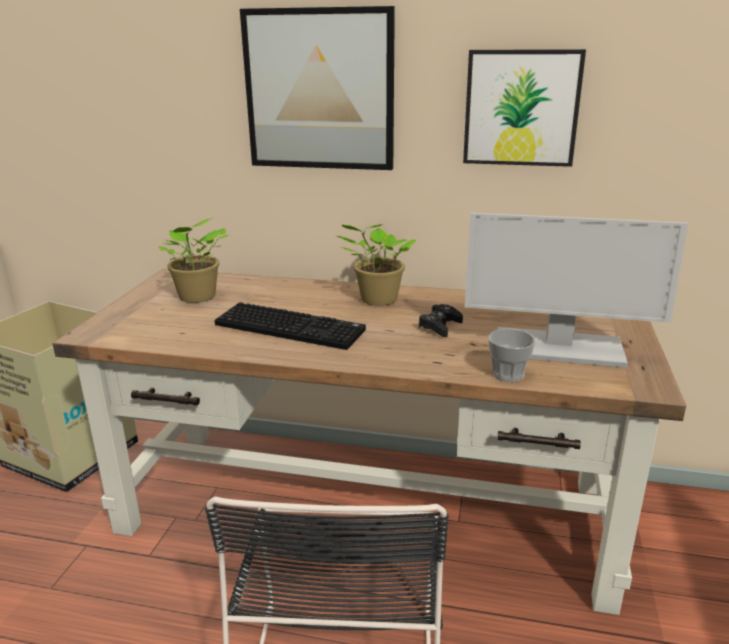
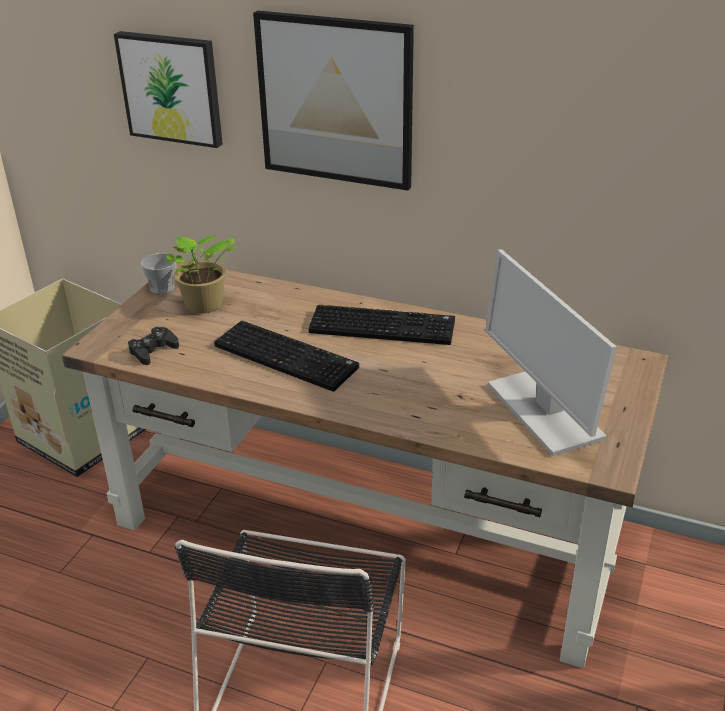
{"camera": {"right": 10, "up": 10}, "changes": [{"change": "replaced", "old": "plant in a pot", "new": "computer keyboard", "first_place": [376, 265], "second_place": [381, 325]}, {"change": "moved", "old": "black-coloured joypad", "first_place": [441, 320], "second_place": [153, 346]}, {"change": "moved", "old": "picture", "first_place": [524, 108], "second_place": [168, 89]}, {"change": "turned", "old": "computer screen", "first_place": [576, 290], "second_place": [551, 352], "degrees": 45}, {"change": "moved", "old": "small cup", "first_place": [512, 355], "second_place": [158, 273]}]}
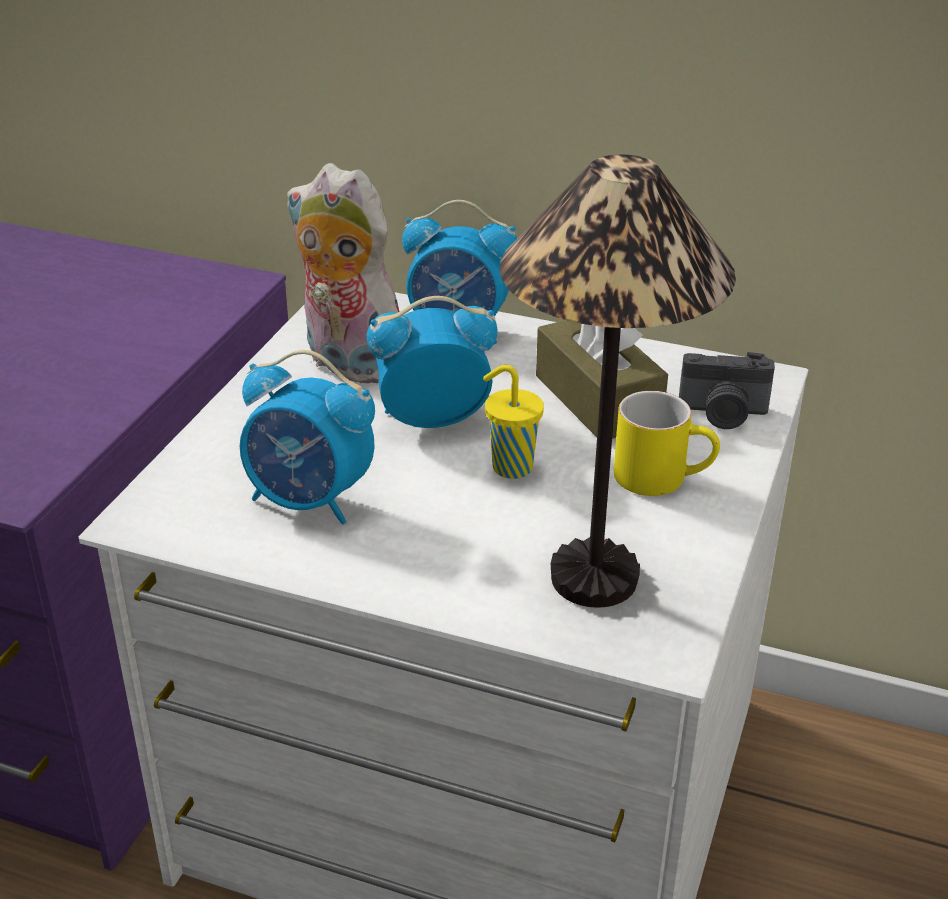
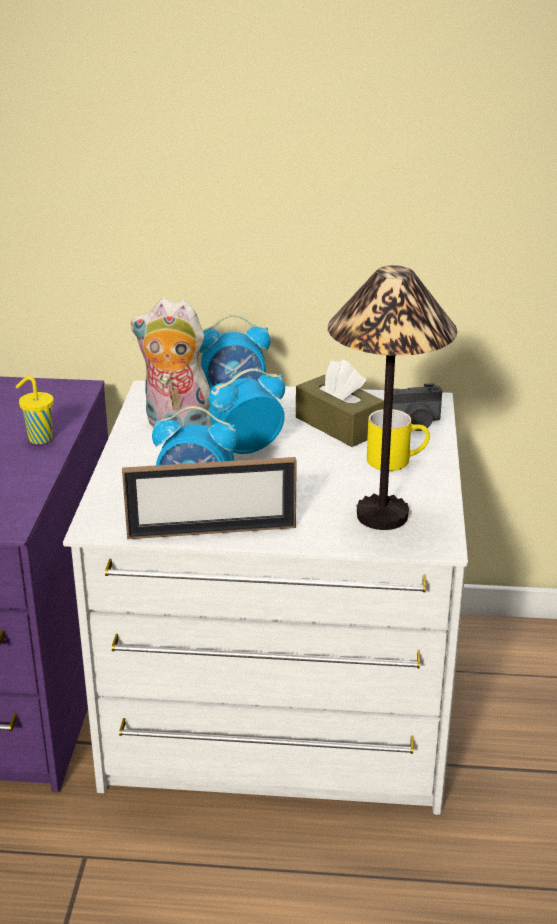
{"camera": {"right": -15, "up": -5}, "changes": [{"change": "moved", "old": "yellow small cup", "first_place": [513, 422], "second_place": [35, 410]}, {"change": "added", "new": "picture frame", "second_place": [209, 498]}]}
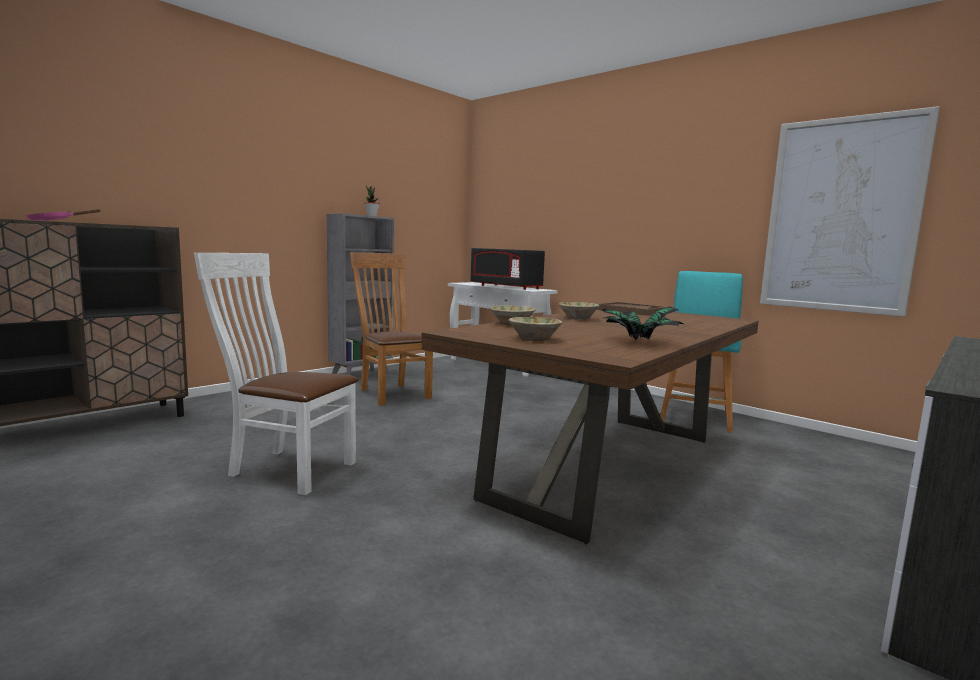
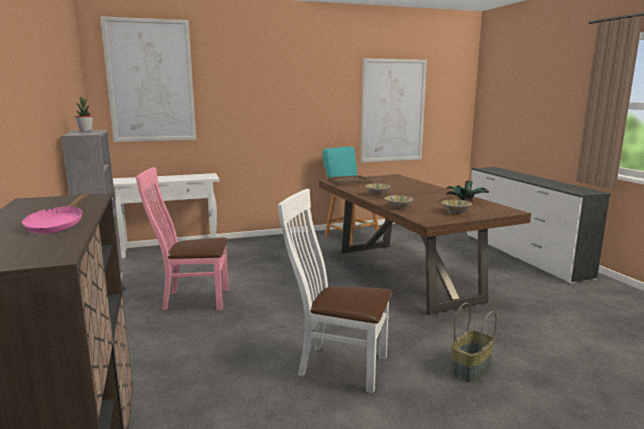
{"camera": {"right": -60, "up": 5}, "changes": [{"change": "turned", "old": "whitish plain chair", "first_place": [276, 374], "second_place": [335, 291], "degrees": 60}, {"change": "recoloured", "old": "brown-coloured plain chair", "new": "pink plain chair", "first_place": [391, 329], "second_place": [182, 238]}, {"change": "removed", "old": "black-coloured microwave oven", "first_place": [508, 269]}, {"change": "added", "new": "picture", "second_place": [148, 79]}, {"change": "added", "new": "storage basket", "second_place": [473, 342]}]}
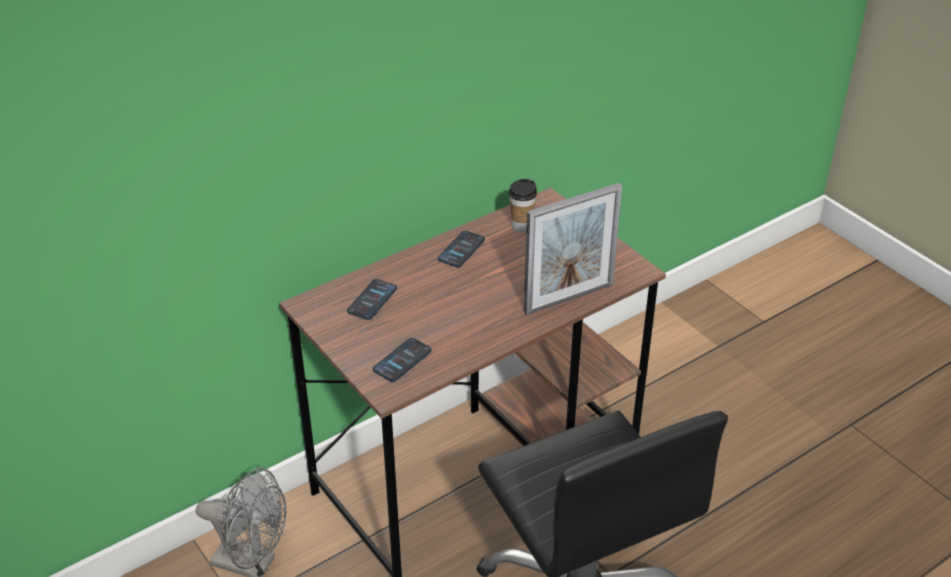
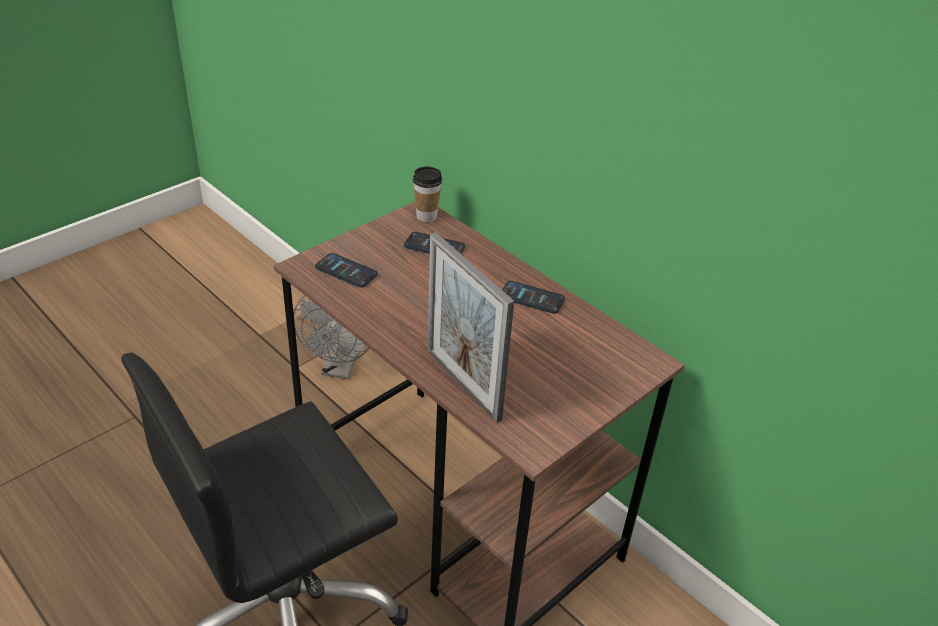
{"camera": {"right": 80, "up": 0}, "changes": [{"change": "moved", "old": "small cup", "first_place": [523, 205], "second_place": [427, 194]}]}
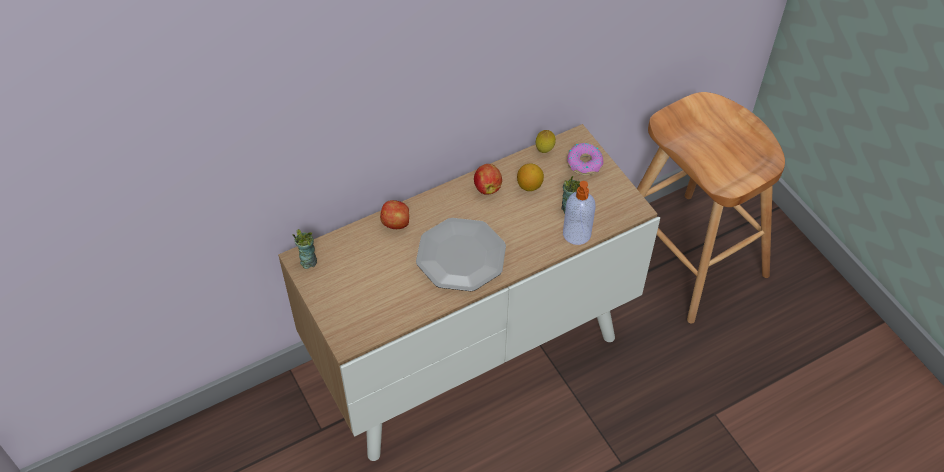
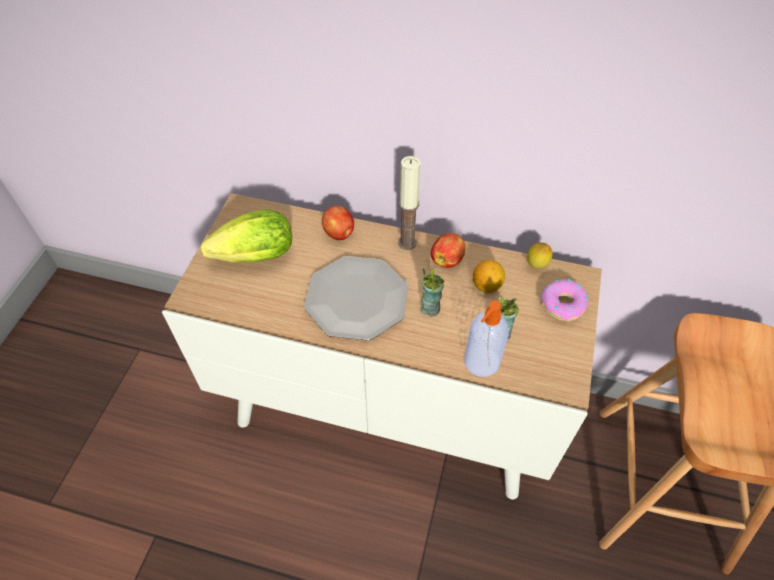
{"camera": {"right": 45, "up": 0}, "changes": [{"change": "moved", "old": "small cup", "first_place": [304, 249], "second_place": [433, 292]}, {"change": "added", "new": "lettuce", "second_place": [246, 236]}, {"change": "added", "new": "wax light", "second_place": [409, 203]}]}
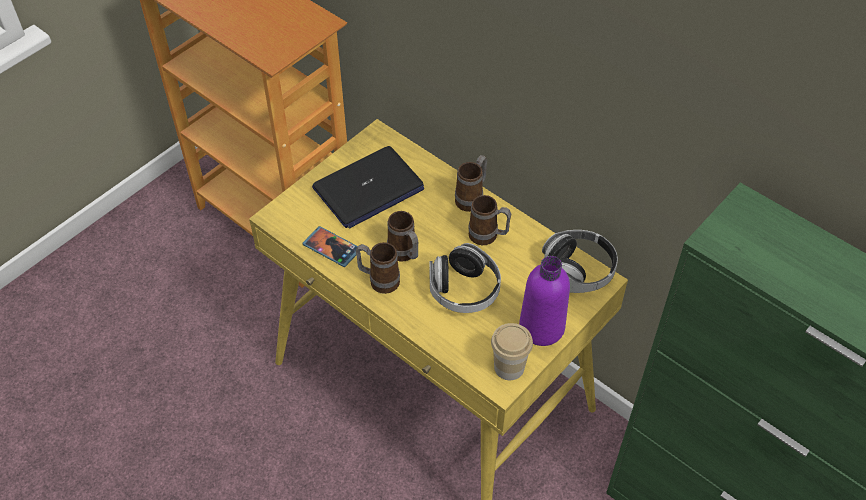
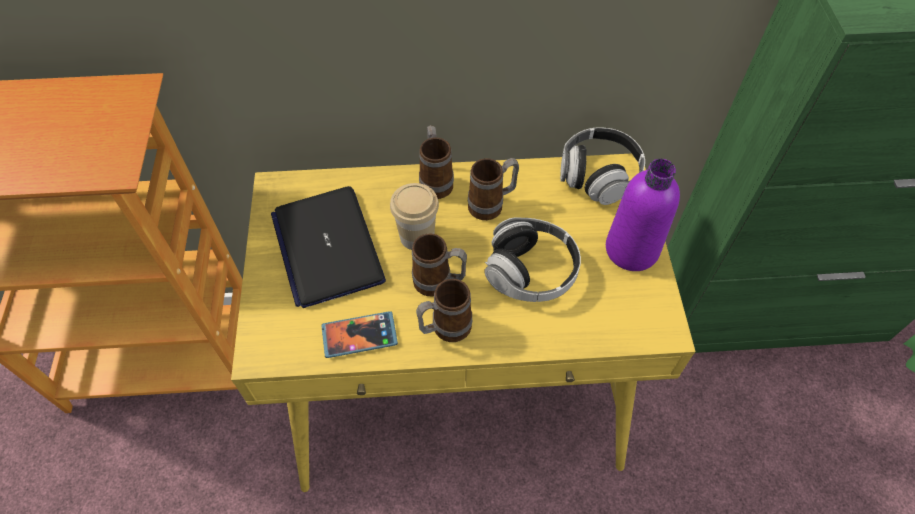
{"camera": {"right": -45, "up": 5}, "changes": [{"change": "turned", "old": "notebook computer", "first_place": [368, 187], "second_place": [328, 247], "degrees": 150}, {"change": "moved", "old": "small cup", "first_place": [512, 351], "second_place": [414, 216]}]}
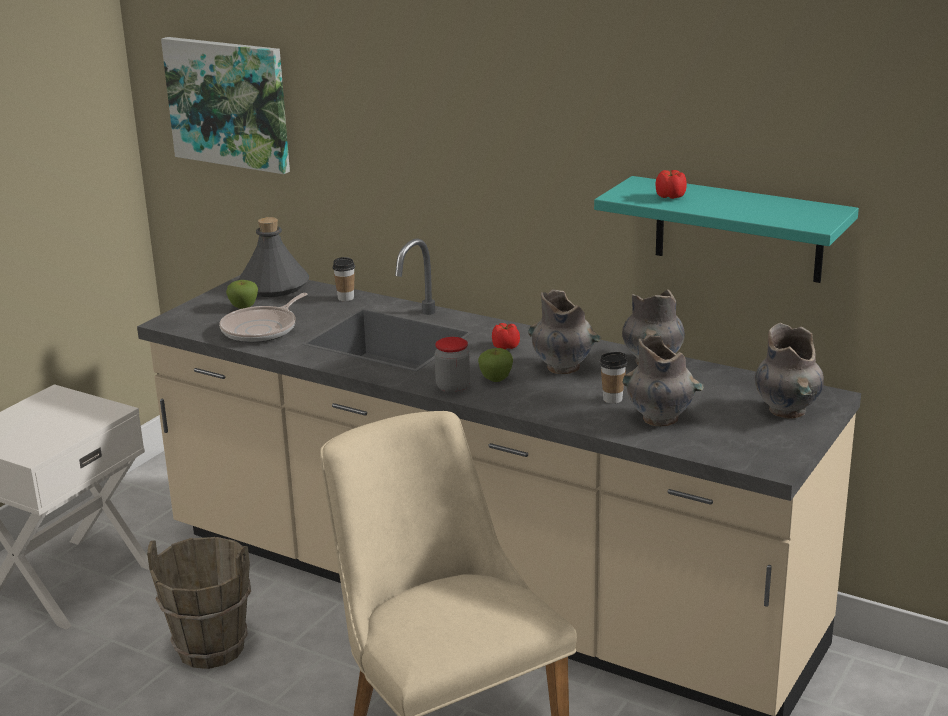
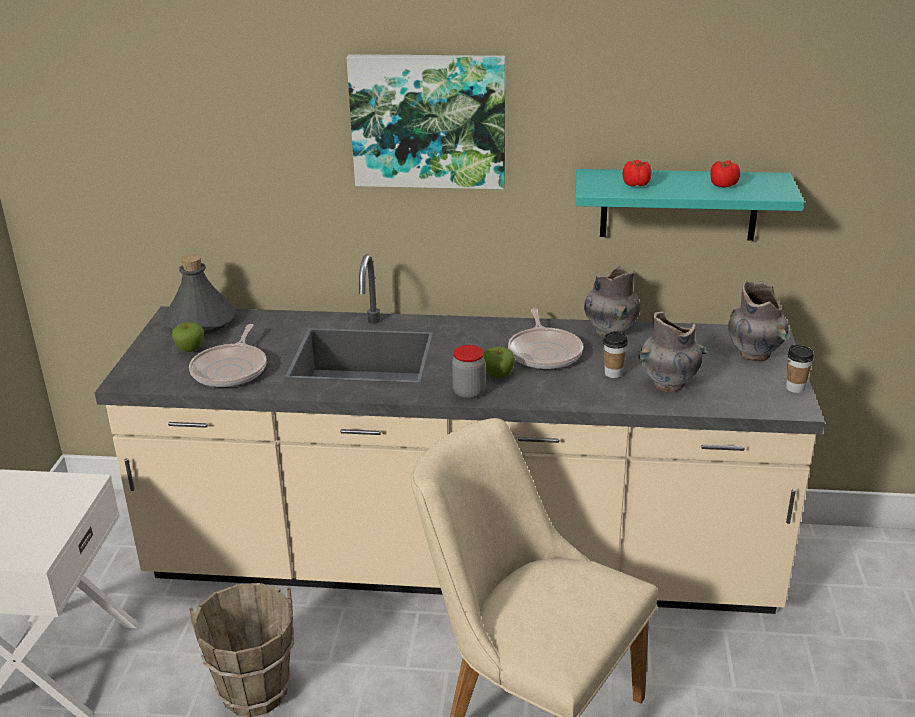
{"camera": {"right": -25, "up": 5}, "changes": [{"change": "moved", "old": "picture", "first_place": [225, 105], "second_place": [426, 121]}, {"change": "moved", "old": "small cup", "first_place": [344, 279], "second_place": [800, 368]}, {"change": "moved", "old": "whole tomato", "first_place": [506, 336], "second_place": [725, 174]}, {"change": "replaced", "old": "grey flower vase", "new": "pan", "first_place": [564, 331], "second_place": [545, 338]}]}
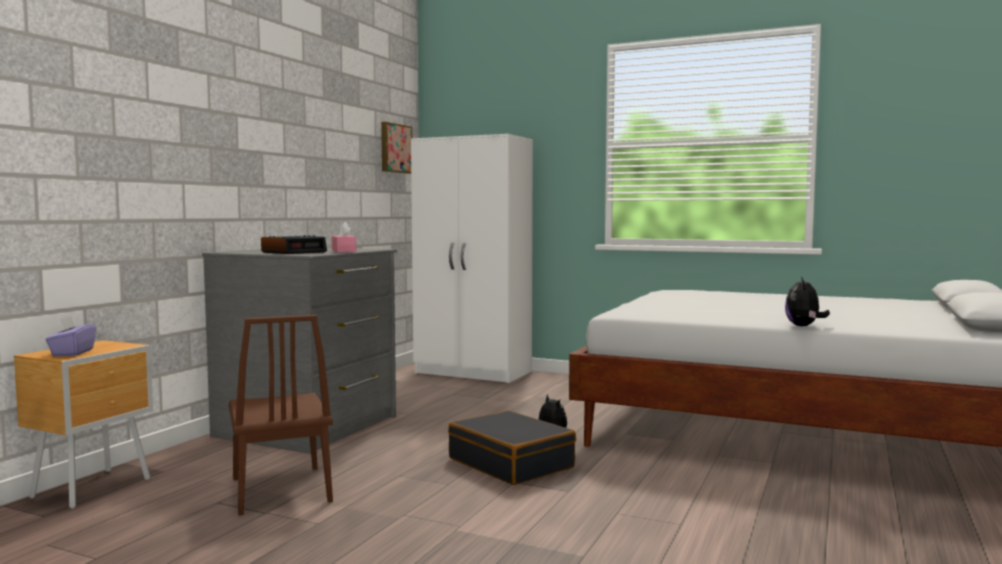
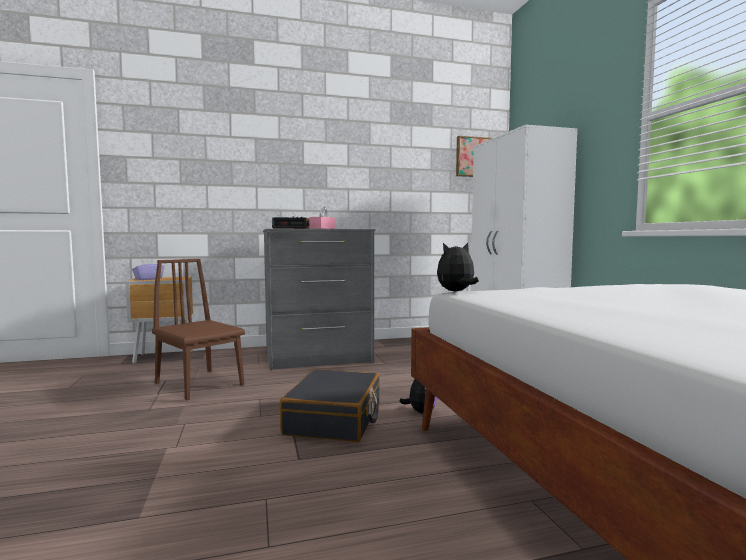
{"camera": {"right": 50, "up": 0}, "changes": [{"change": "turned", "old": "brown-coloured plain chair", "first_place": [281, 415], "second_place": [198, 329], "degrees": 105}, {"change": "moved", "old": "cuddly toy", "first_place": [807, 301], "second_place": [458, 267]}]}
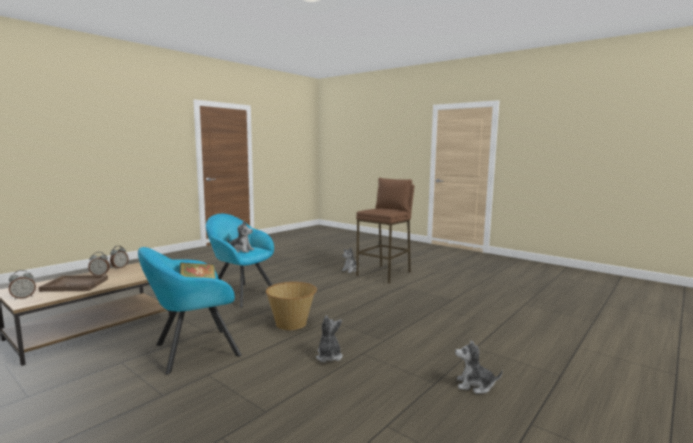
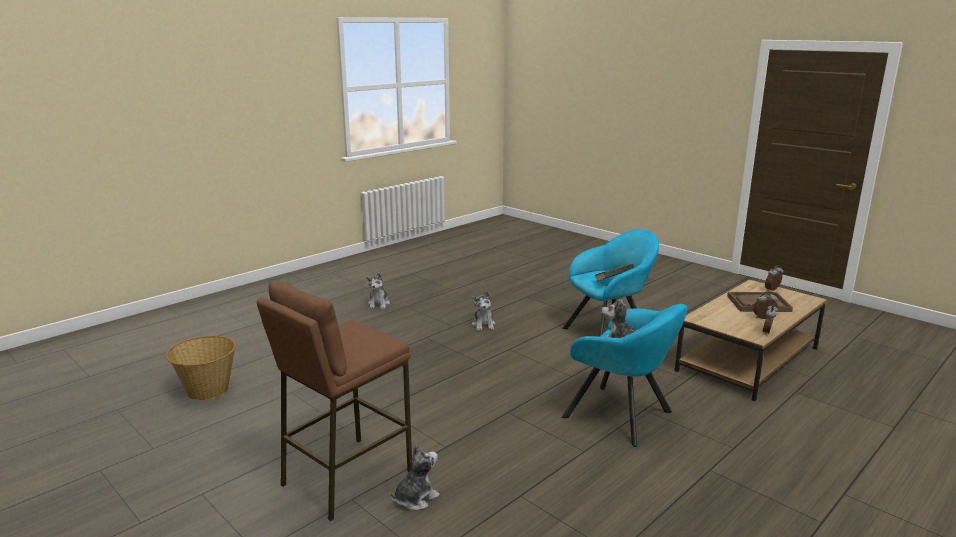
{"camera": {"right": -175, "up": 10}, "changes": [{"change": "moved", "old": "storage basket", "first_place": [291, 306], "second_place": [200, 368]}, {"change": "turned", "old": "cuddly toy", "first_place": [478, 367], "second_place": [377, 291], "degrees": 75}]}
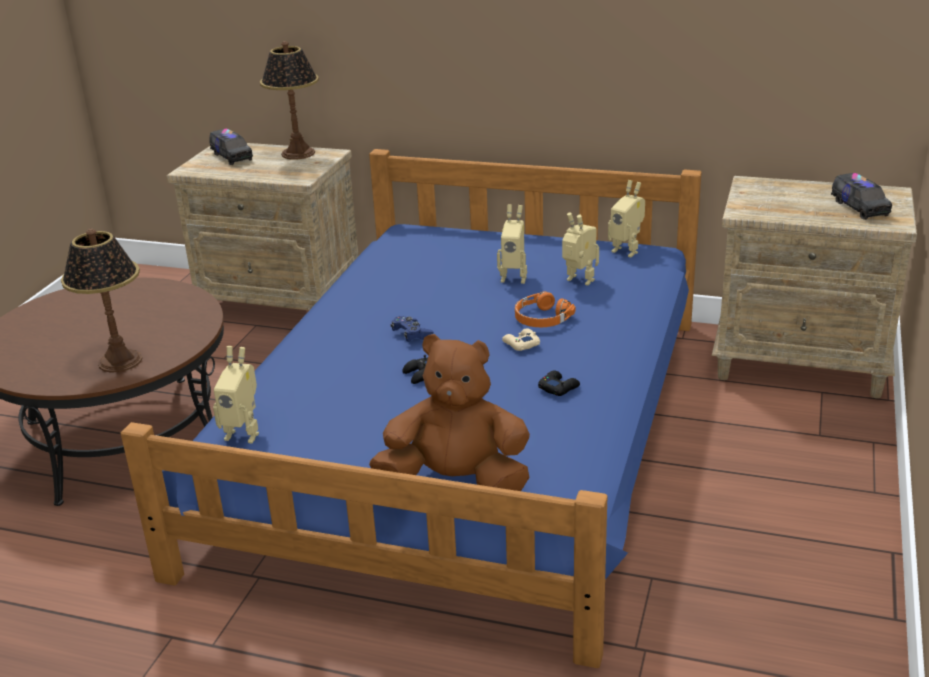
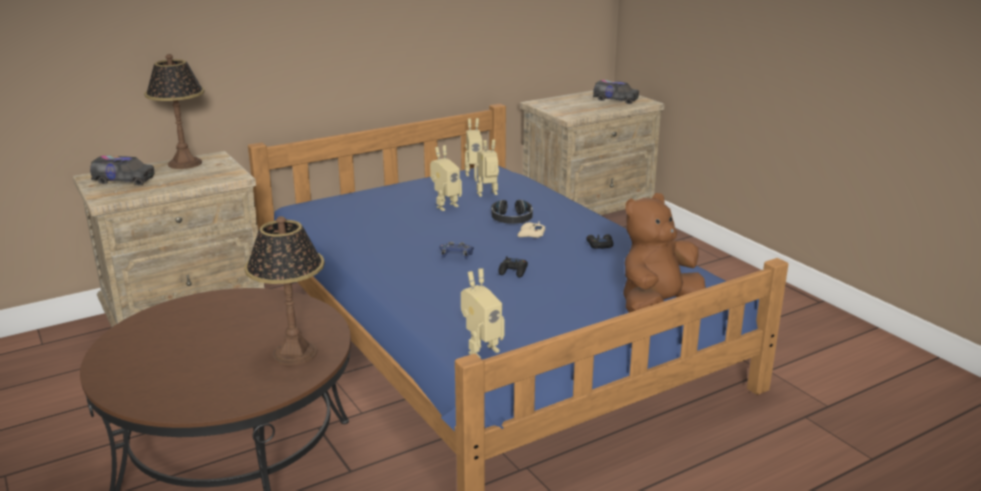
{"camera": {"right": -50, "up": -5}, "changes": [{"change": "recoloured", "old": "orange pair of headphones", "new": "black-coloured pair of headphones", "first_place": [545, 309], "second_place": [512, 212]}]}
